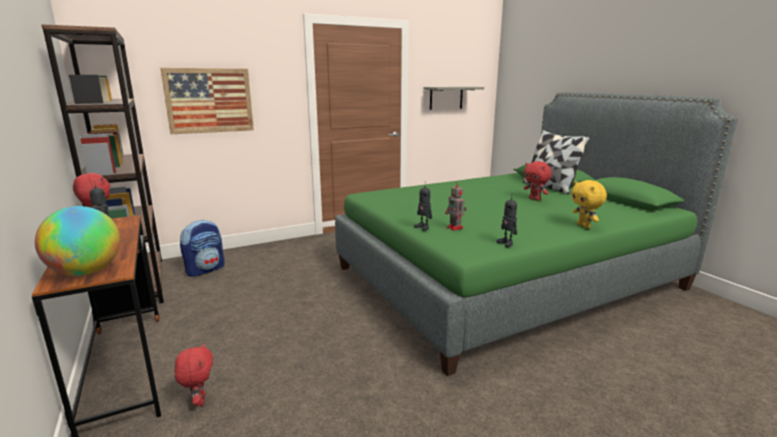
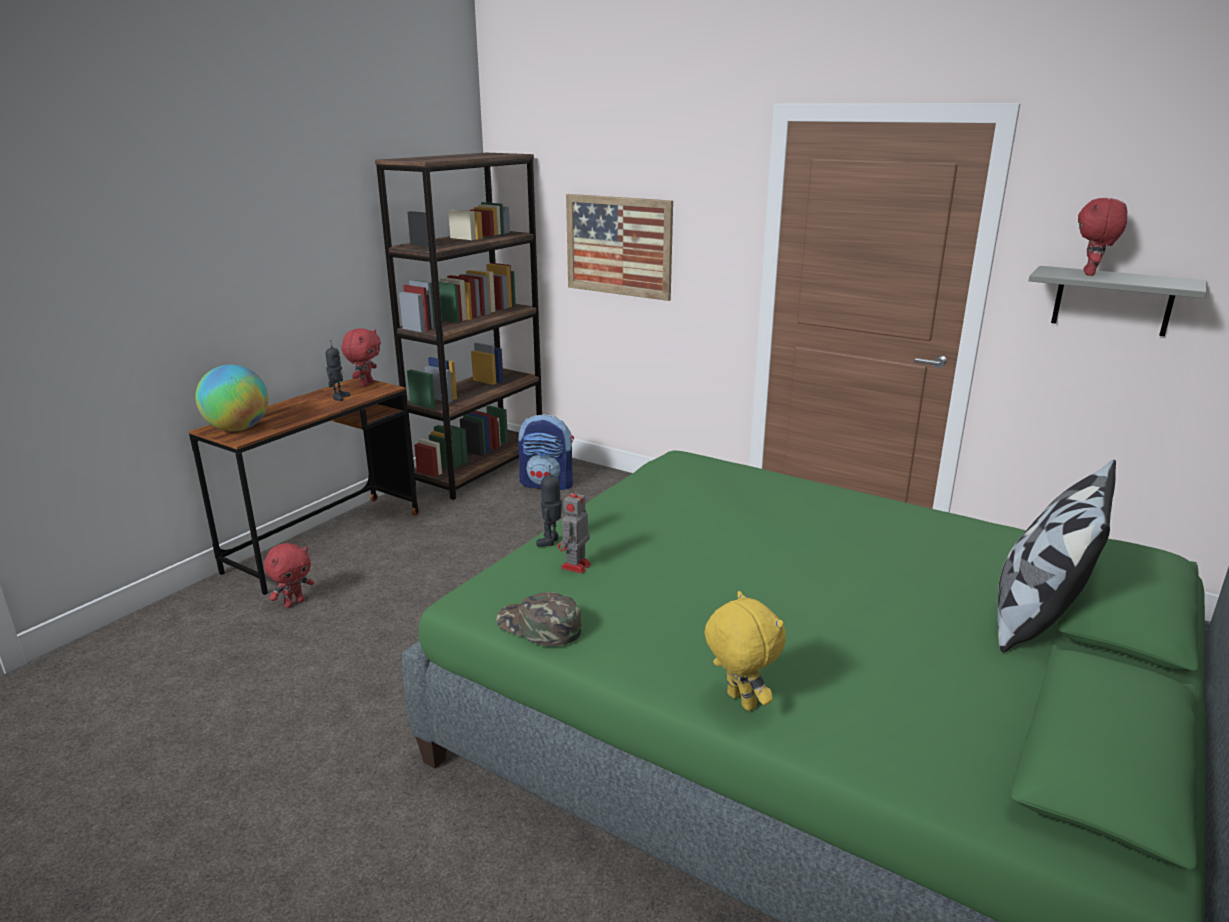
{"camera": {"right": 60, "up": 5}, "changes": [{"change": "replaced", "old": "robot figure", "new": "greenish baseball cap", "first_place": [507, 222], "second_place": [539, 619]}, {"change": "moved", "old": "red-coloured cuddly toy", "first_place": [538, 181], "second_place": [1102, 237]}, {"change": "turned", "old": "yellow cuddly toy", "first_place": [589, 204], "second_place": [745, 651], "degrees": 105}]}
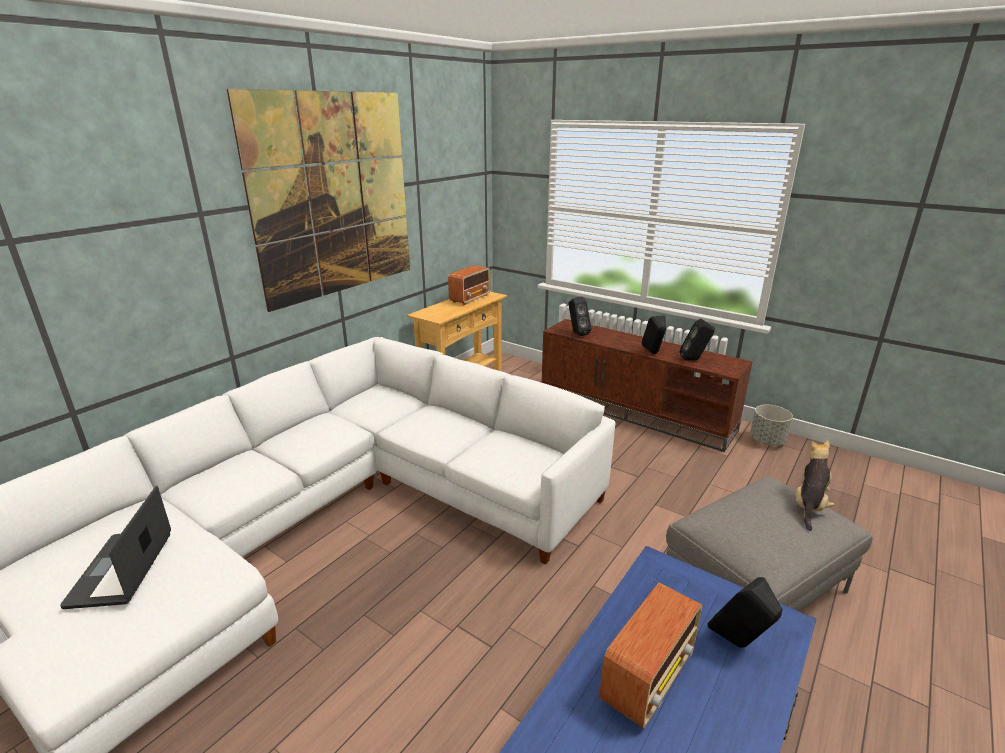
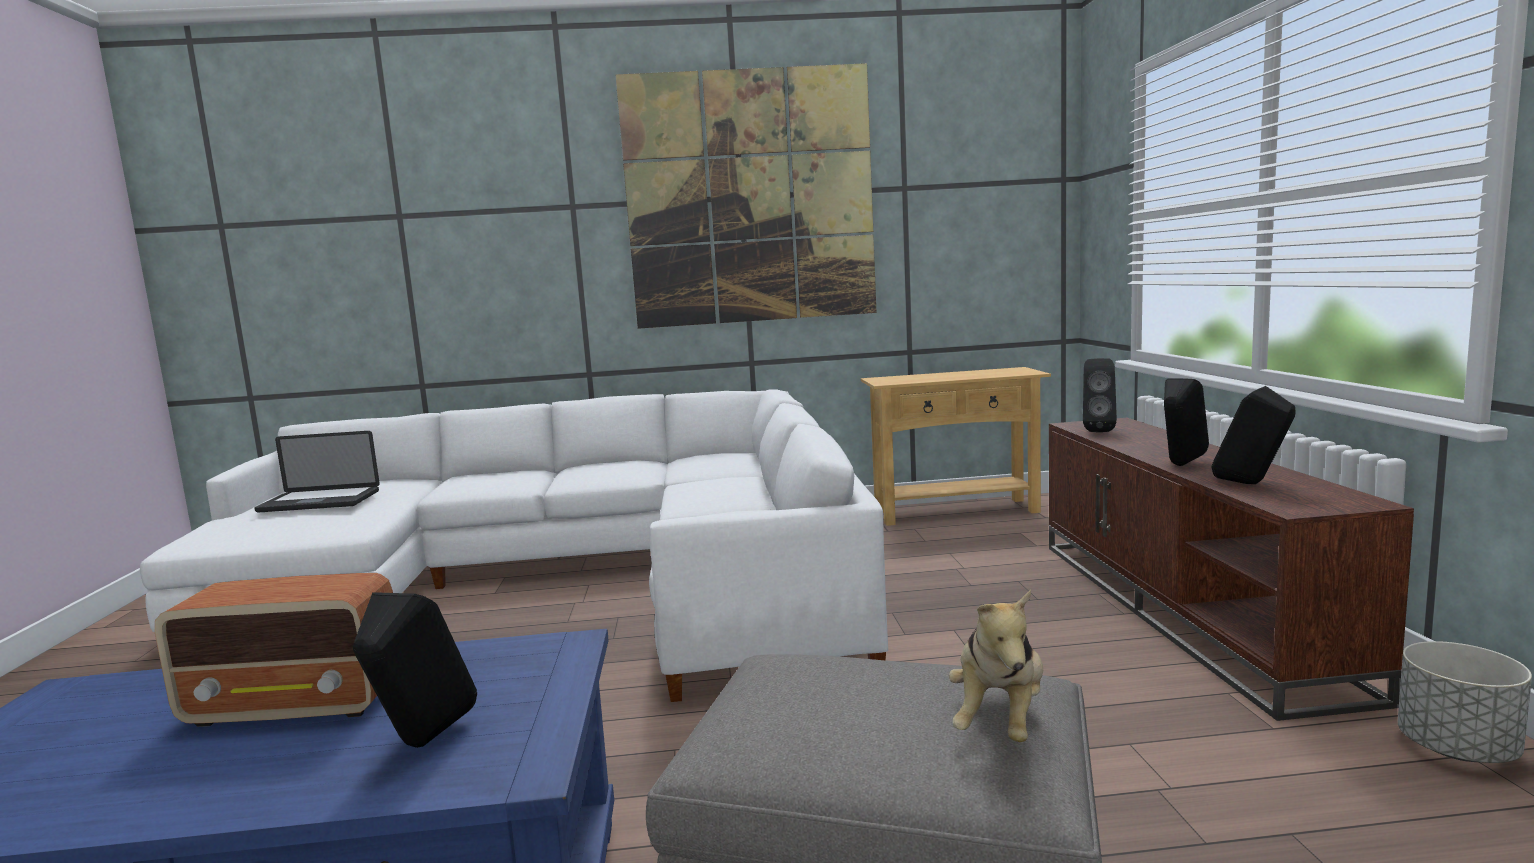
{"camera": {"right": 50, "up": -15}, "changes": [{"change": "turned", "old": "notebook computer", "first_place": [115, 547], "second_place": [317, 471], "degrees": -135}, {"change": "removed", "old": "radio", "first_place": [469, 285]}, {"change": "turned", "old": "cuddly toy", "first_place": [815, 486], "second_place": [996, 666], "degrees": 120}]}
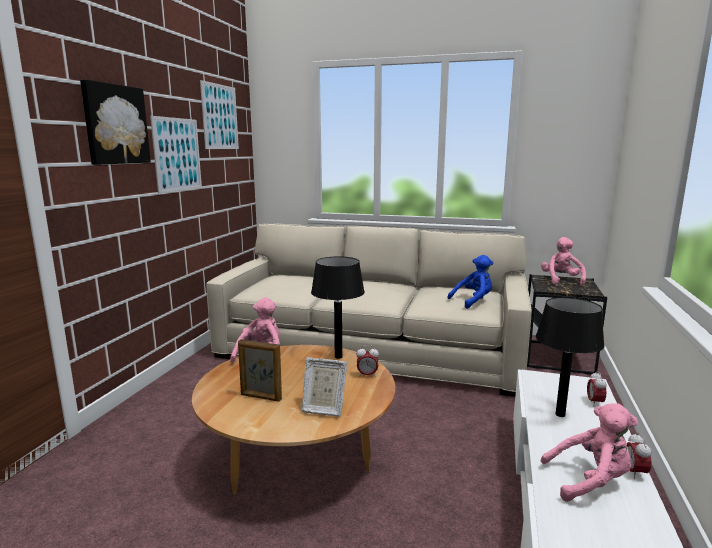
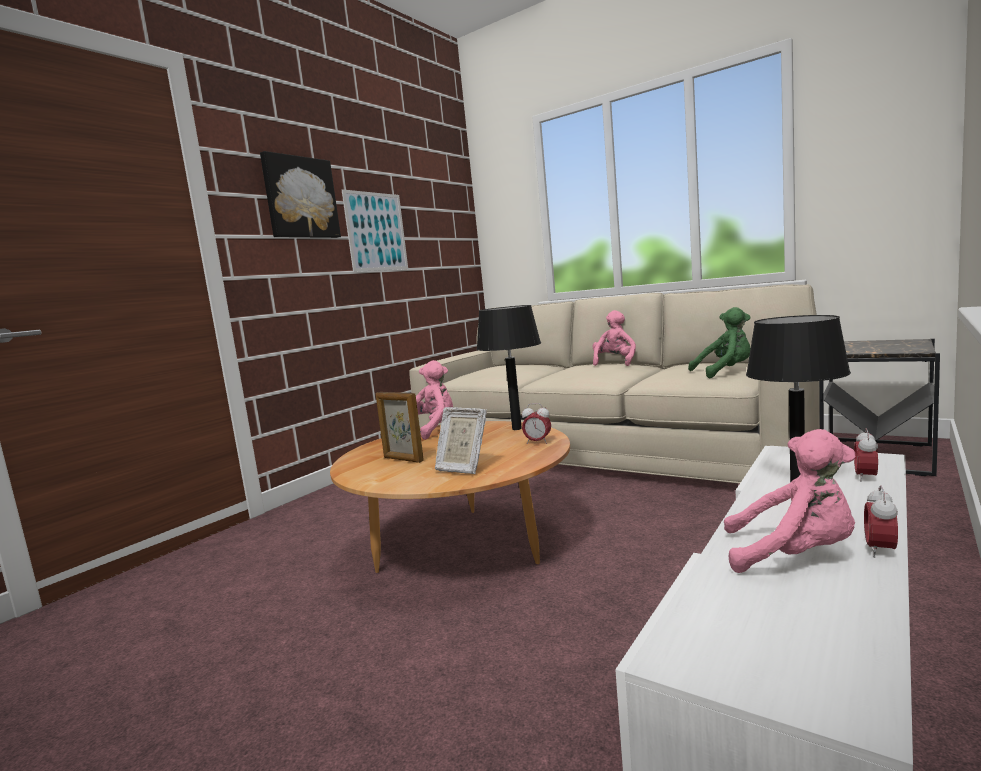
{"camera": {"right": 20, "up": -5}, "changes": [{"change": "removed", "old": "picture", "first_place": [219, 114]}, {"change": "recoloured", "old": "blue cuddly toy", "new": "greenish cuddly toy", "first_place": [470, 282], "second_place": [719, 342]}, {"change": "moved", "old": "pink cuddly toy", "first_place": [563, 261], "second_place": [614, 338]}]}
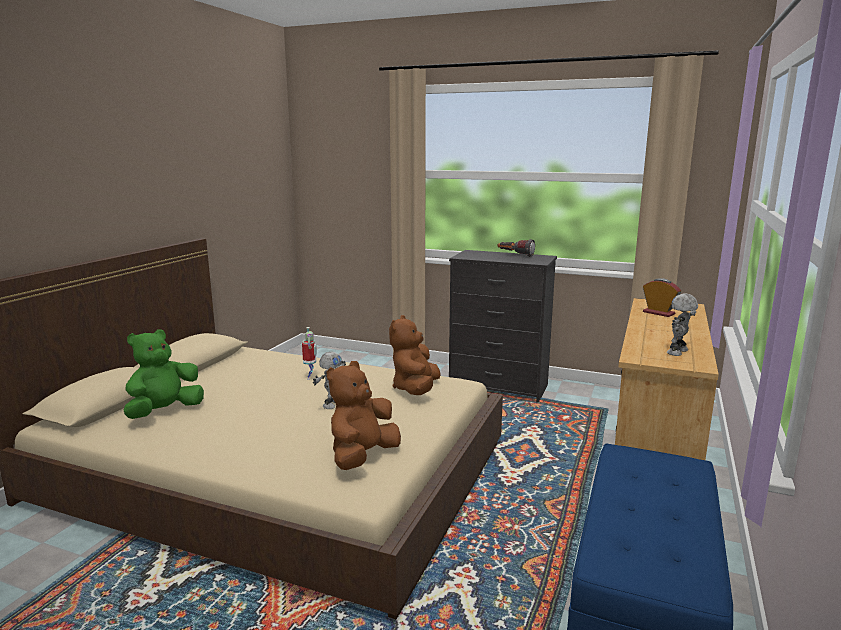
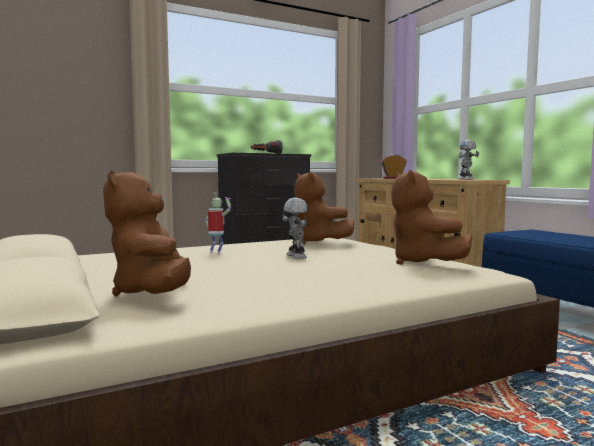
{"camera": {"right": -50, "up": -10}, "changes": [{"change": "recoloured", "old": "greenish cuddly toy", "new": "brown-coloured cuddly toy", "first_place": [164, 374], "second_place": [147, 233]}]}
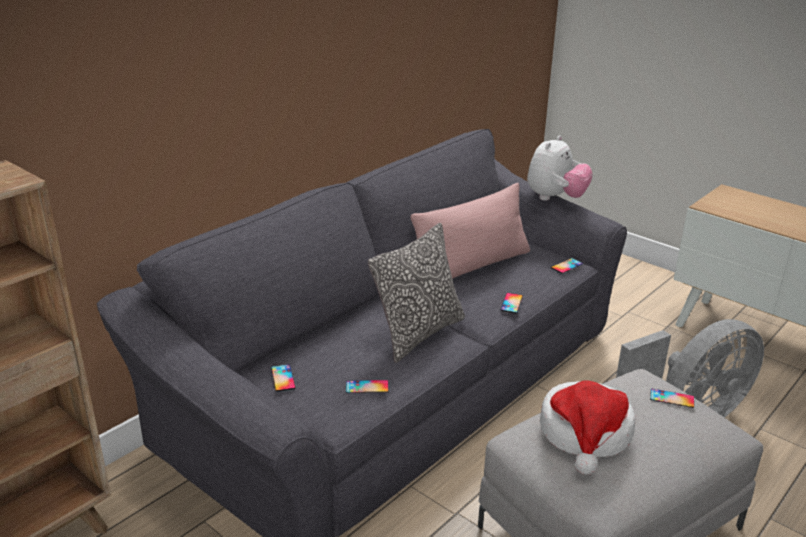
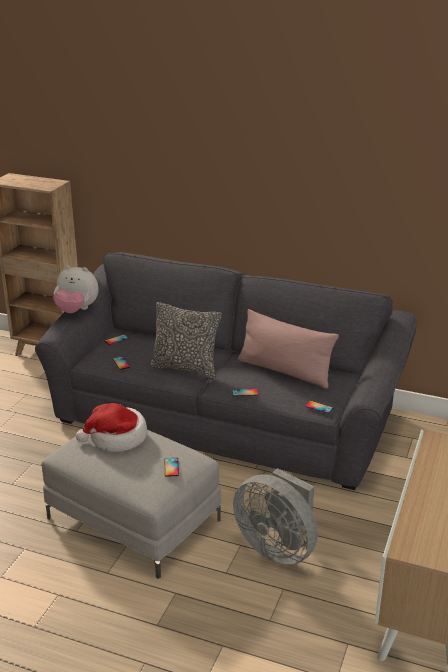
{"camera": {"right": 70, "up": 0}, "changes": [{"change": "moved", "old": "cuddly toy", "first_place": [560, 168], "second_place": [76, 289]}]}
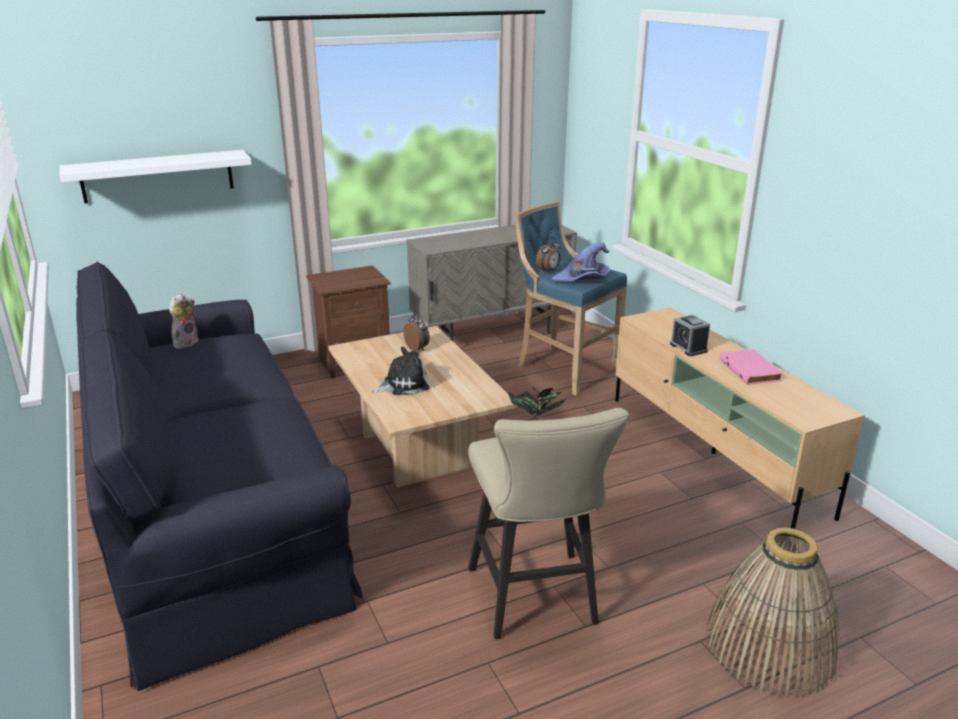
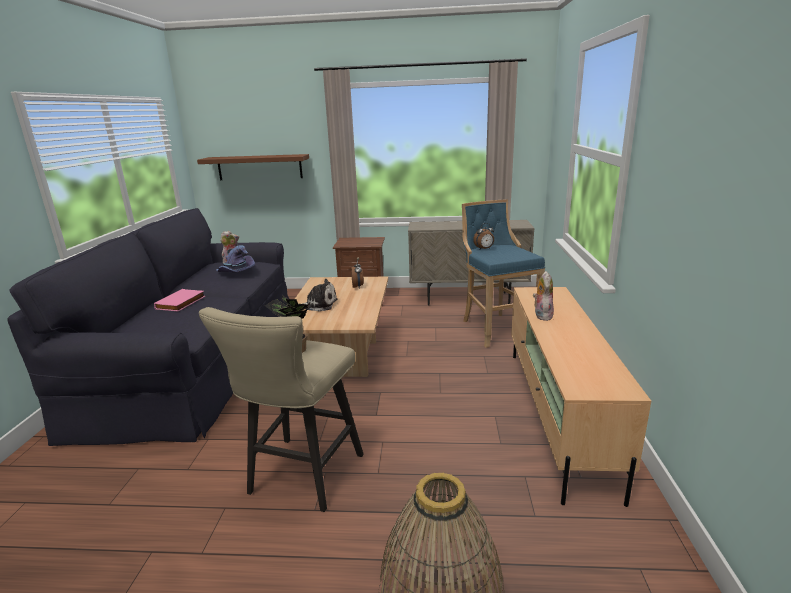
{"camera": {"right": 30, "up": -5}, "changes": [{"change": "recoloured", "old": "whitish bracket shelf", "new": "brown-coloured bracket shelf", "first_place": [155, 176], "second_place": [253, 167]}, {"change": "moved", "old": "purplish hat", "first_place": [580, 262], "second_place": [235, 259]}, {"change": "replaced", "old": "bedside clock", "new": "cuddly toy", "first_place": [690, 335], "second_place": [543, 296]}, {"change": "moved", "old": "pink volume", "first_place": [751, 367], "second_place": [179, 300]}]}
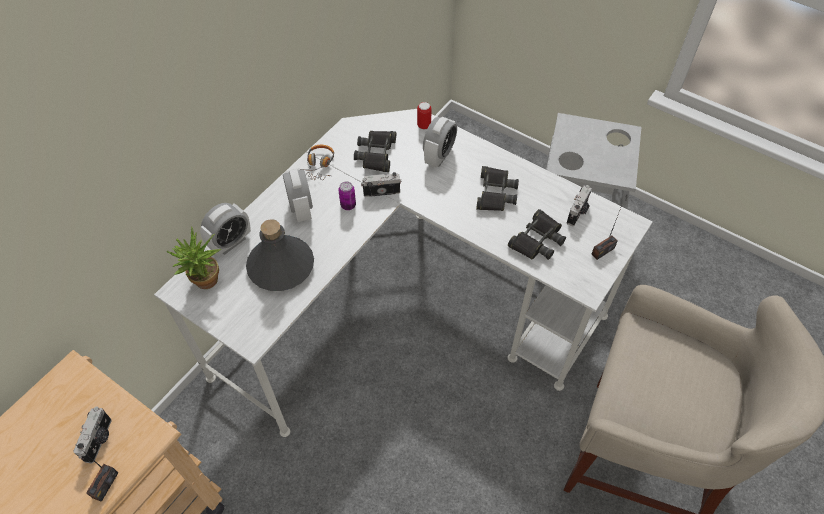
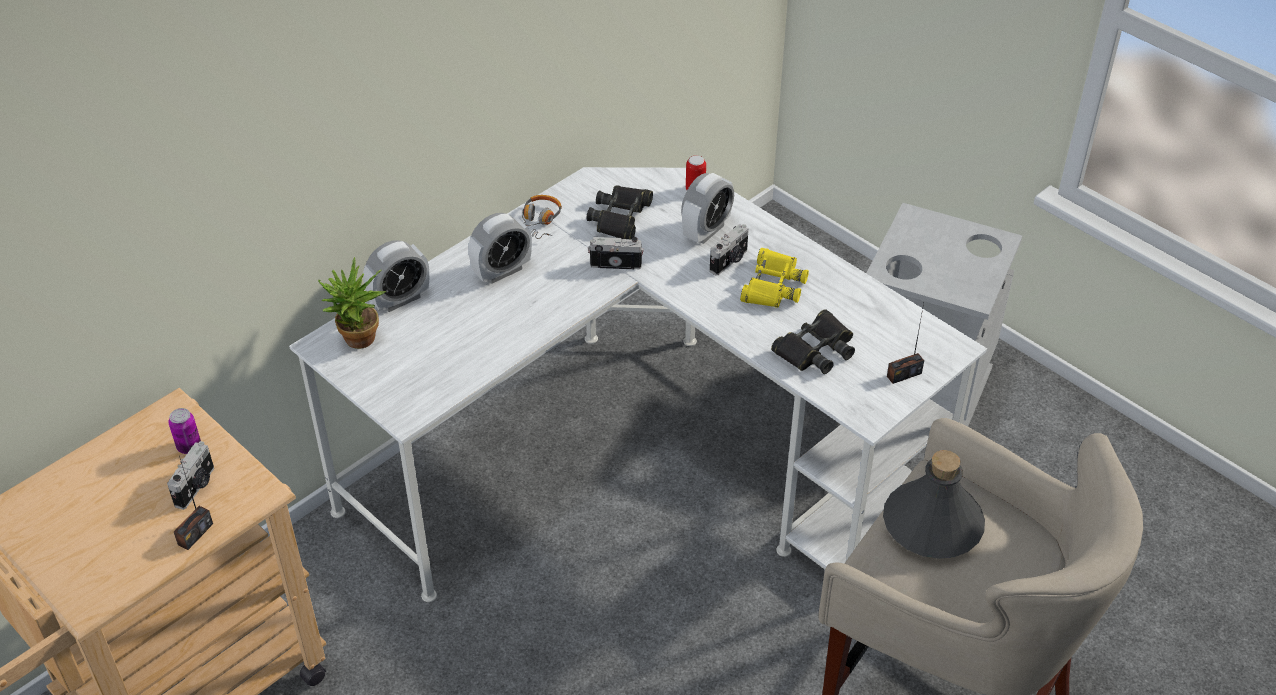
{"camera": {"right": 10, "up": -10}, "changes": [{"change": "moved", "old": "grey bottle", "first_place": [280, 255], "second_place": [934, 504]}, {"change": "turned", "old": "bedside clock", "first_place": [298, 195], "second_place": [500, 248], "degrees": 60}, {"change": "moved", "old": "metal can", "first_place": [347, 195], "second_place": [184, 431]}, {"change": "recoloured", "old": "black-coloured field glasses", "new": "yellow field glasses", "first_place": [497, 188], "second_place": [774, 278]}, {"change": "moved", "old": "still camera", "first_place": [579, 205], "second_place": [729, 250]}]}
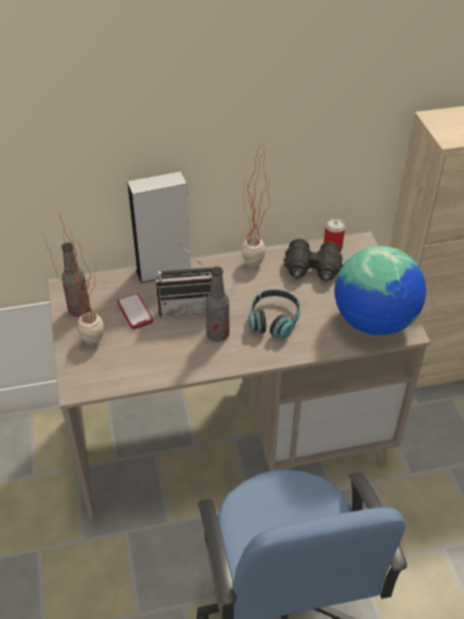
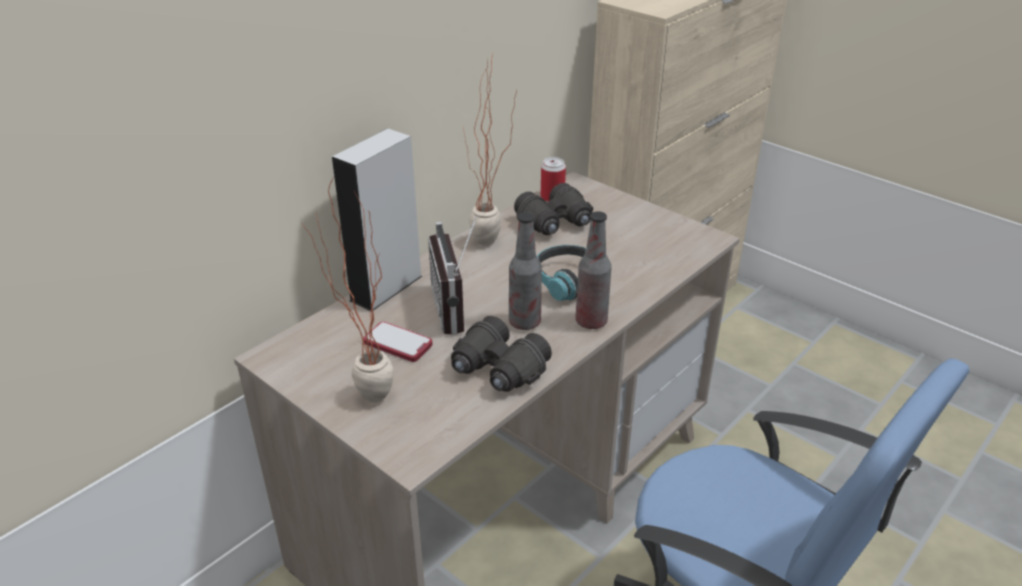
{"camera": {"right": -35, "up": -10}, "changes": [{"change": "moved", "old": "bottle", "first_place": [75, 279], "second_place": [593, 270]}, {"change": "turned", "old": "radio", "first_place": [184, 280], "second_place": [452, 275], "degrees": 120}, {"change": "removed", "old": "world globe", "first_place": [380, 291]}, {"change": "added", "new": "black-coloured field glasses", "second_place": [501, 354]}]}
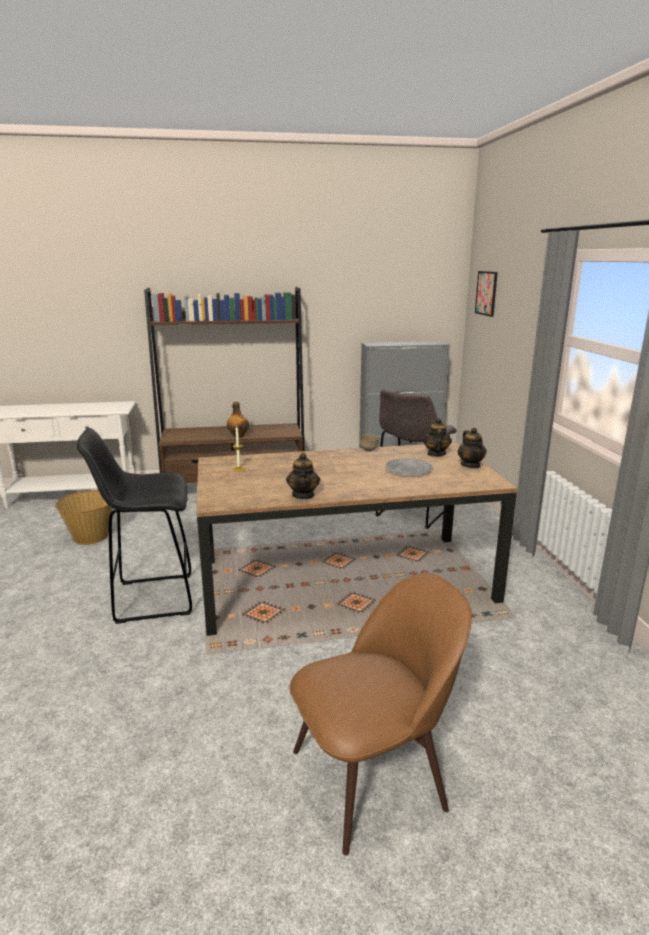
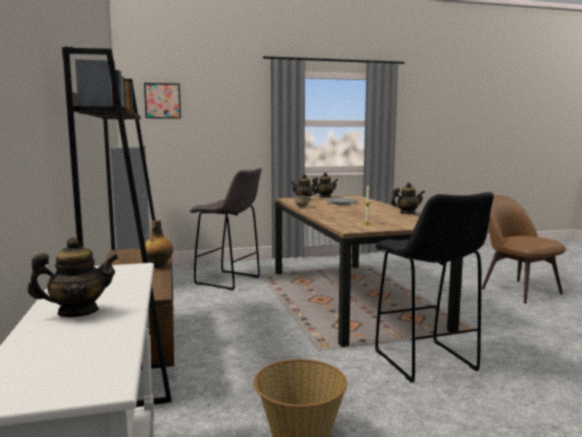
{"camera": {"right": -95, "up": -10}, "changes": [{"change": "added", "new": "teapot", "second_place": [73, 277]}]}
